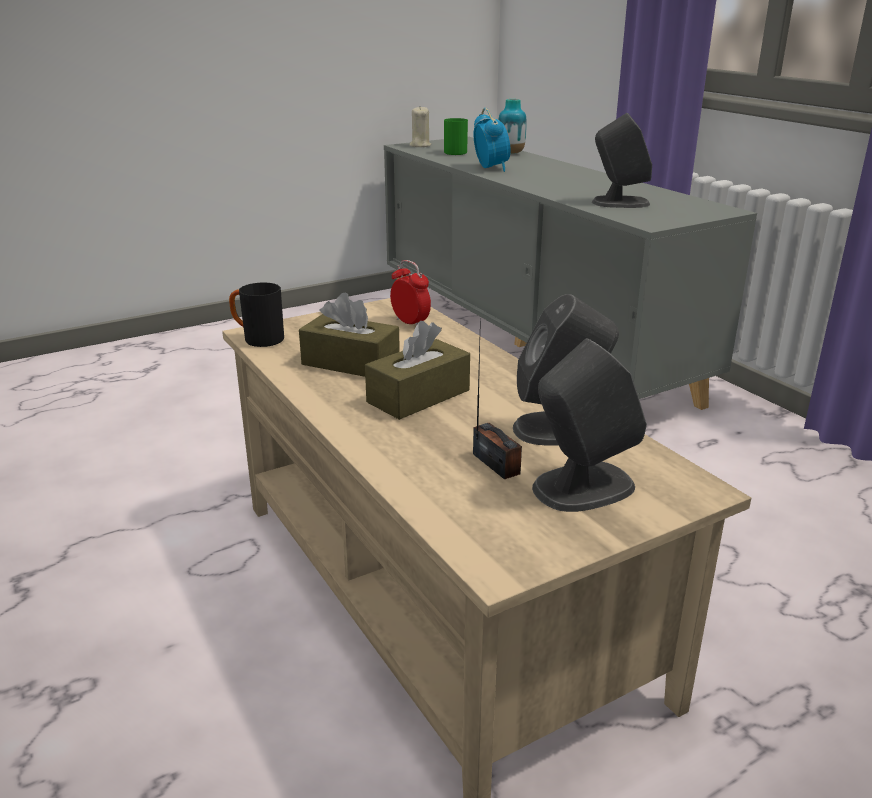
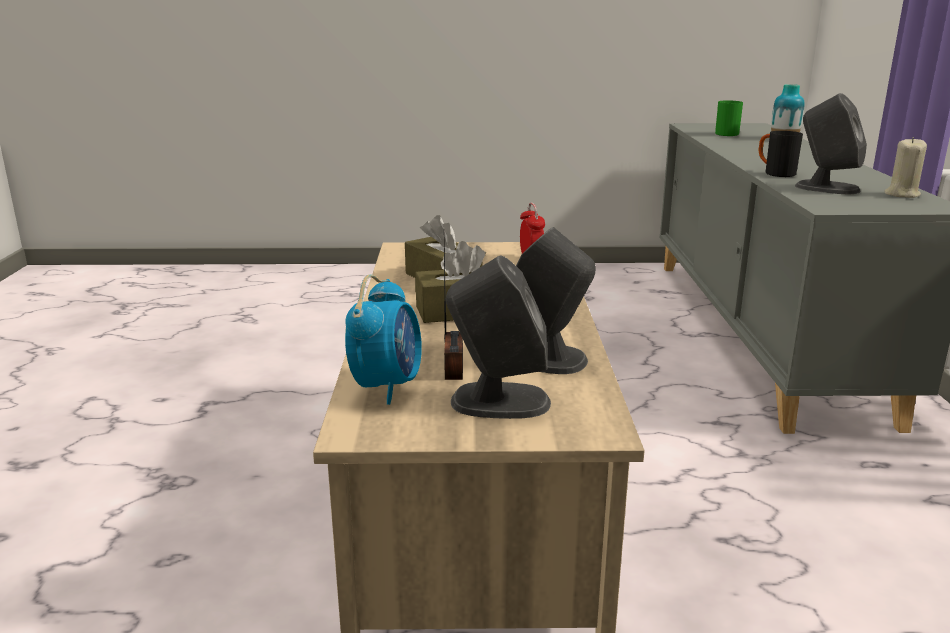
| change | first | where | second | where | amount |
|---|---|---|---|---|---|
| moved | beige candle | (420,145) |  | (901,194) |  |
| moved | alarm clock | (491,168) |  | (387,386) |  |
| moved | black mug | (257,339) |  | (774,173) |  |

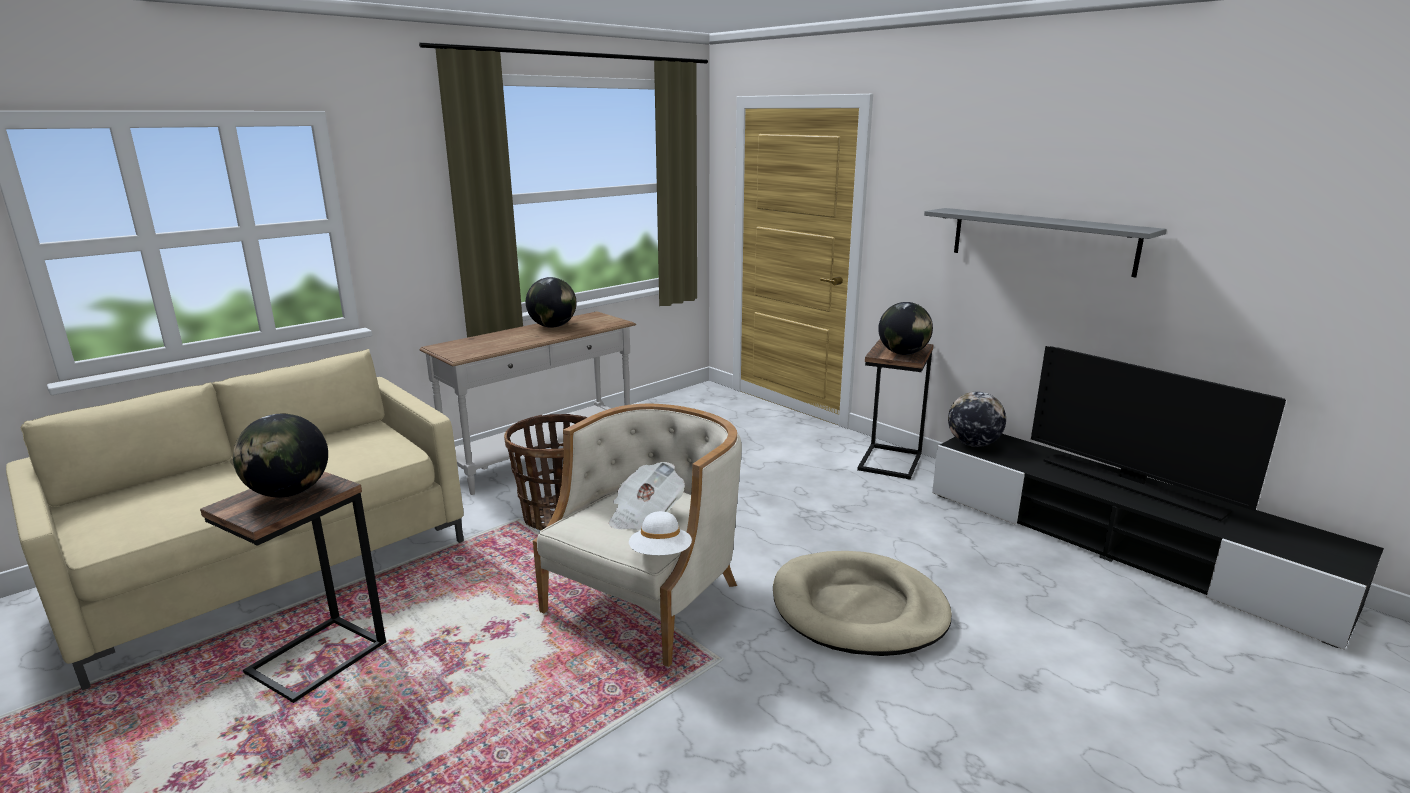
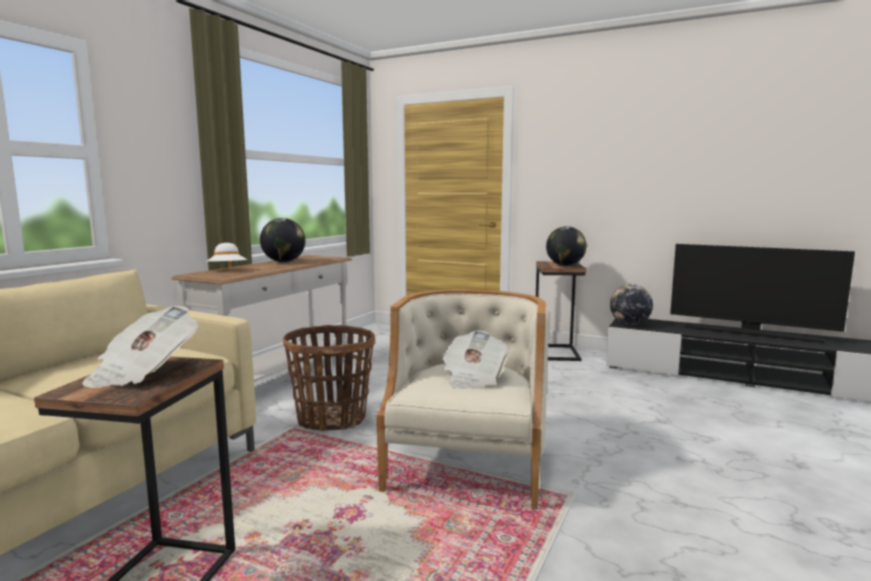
| change | first | where | second | where | amount |
|---|---|---|---|---|---|
| removed | grey shelf | (1041,240) |  |  |  |
| replaced | globe | (289,492) | newspaper | (143,373) |  |
| moved | white hat | (660,555) |  | (227,270) |  |
| removed | beige dog bed | (858,609) |  |  |  |

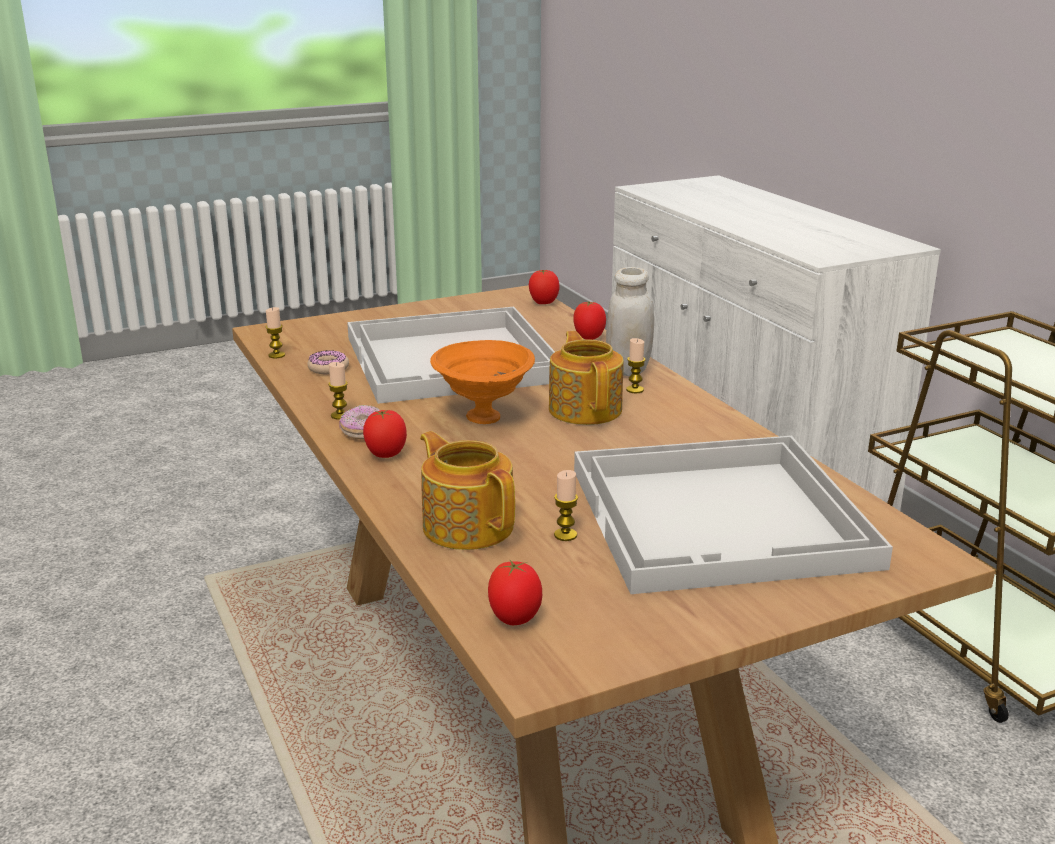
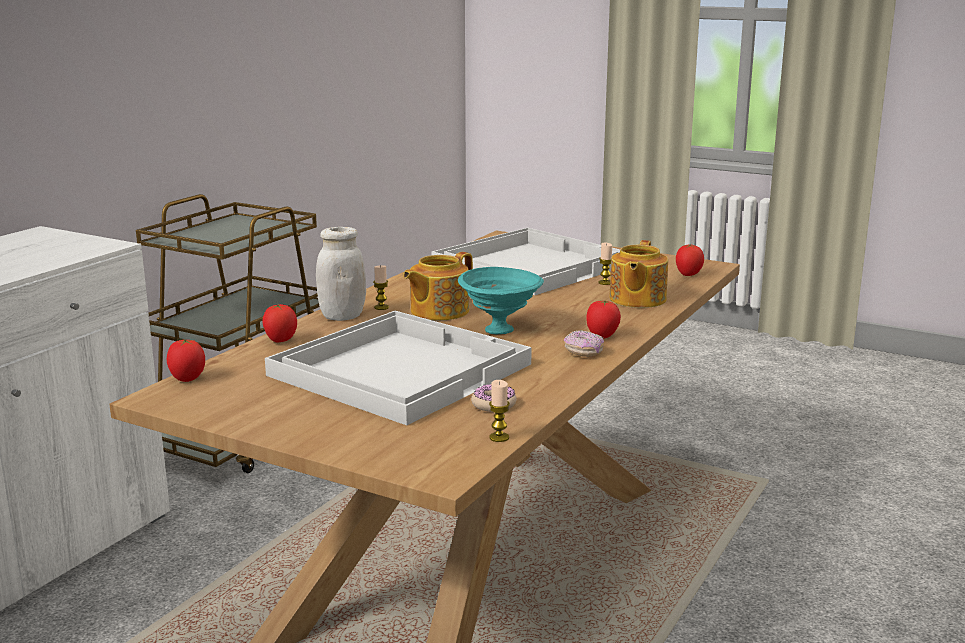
| change | first | where | second | where | amount |
|---|---|---|---|---|---|
| recoloured | orange bowl | (485,418) | turquoise bowl | (500,330) |  |
| removed | candle | (340,415) |  |  |  |

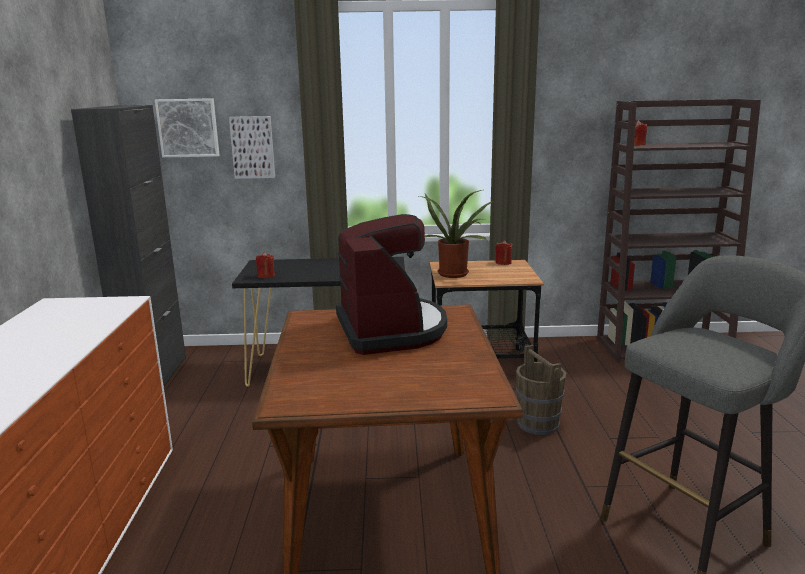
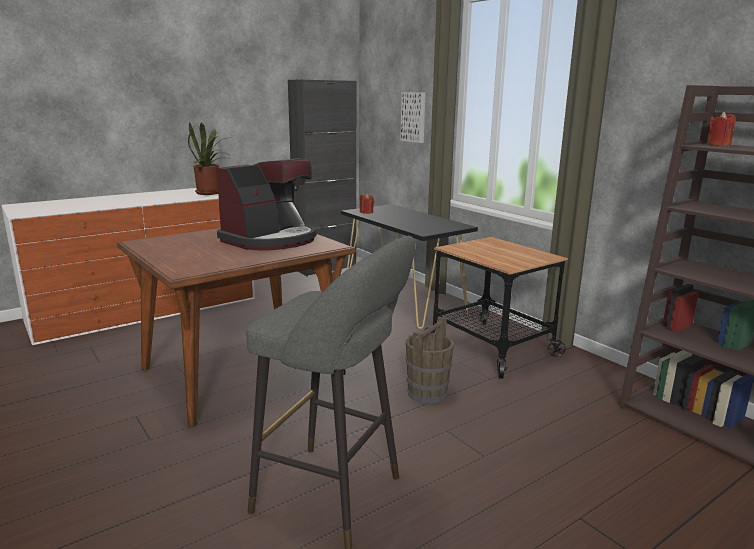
| change | first | where | second | where | amount |
|---|---|---|---|---|---|
| removed | picture | (188,127) |  |  |  |
| moved | potted plant | (455,273) |  | (211,193) |  |
| removed | red candle | (503,263) |  |  |  |

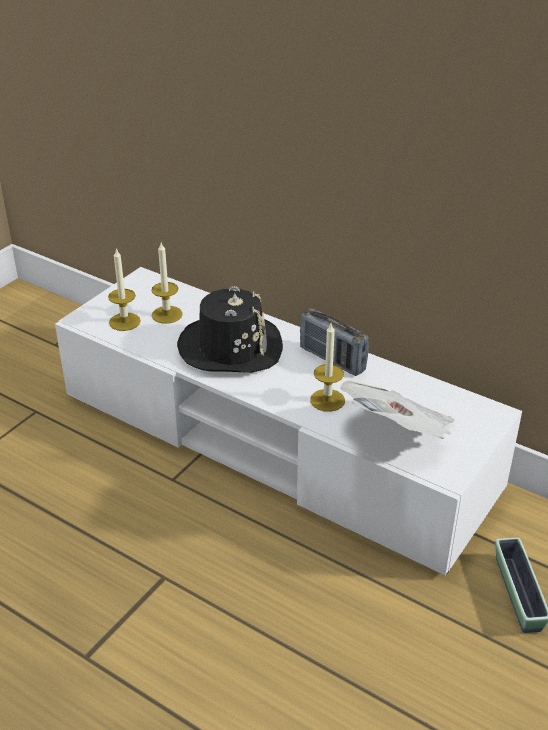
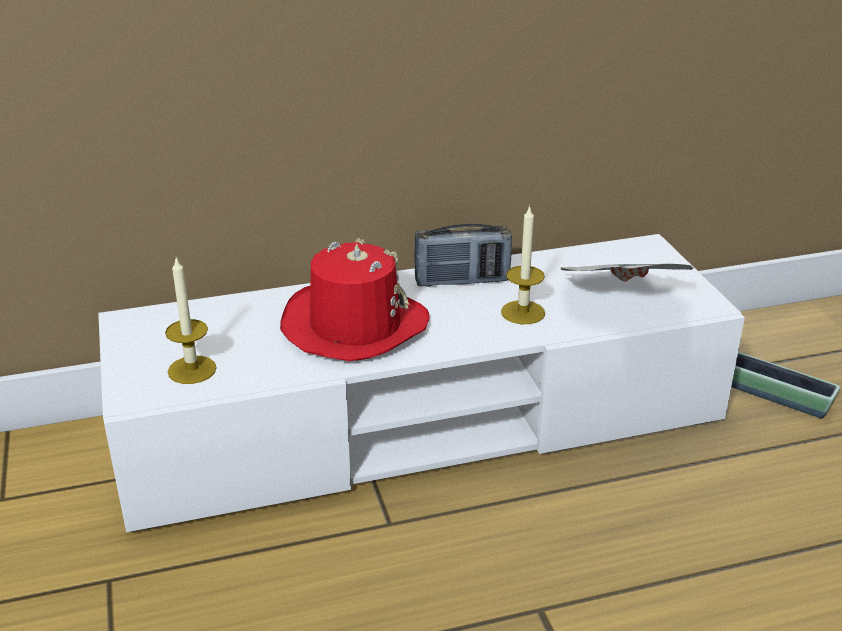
| change | first | where | second | where | amount |
|---|---|---|---|---|---|
| removed | candle | (167,314) |  |  |  |
| recoloured | black hat | (231,347) | red hat | (354,325) |  |

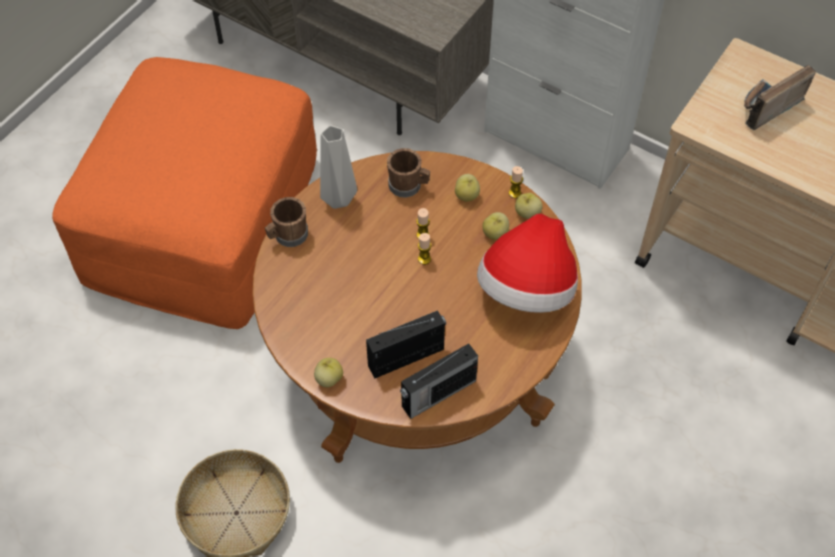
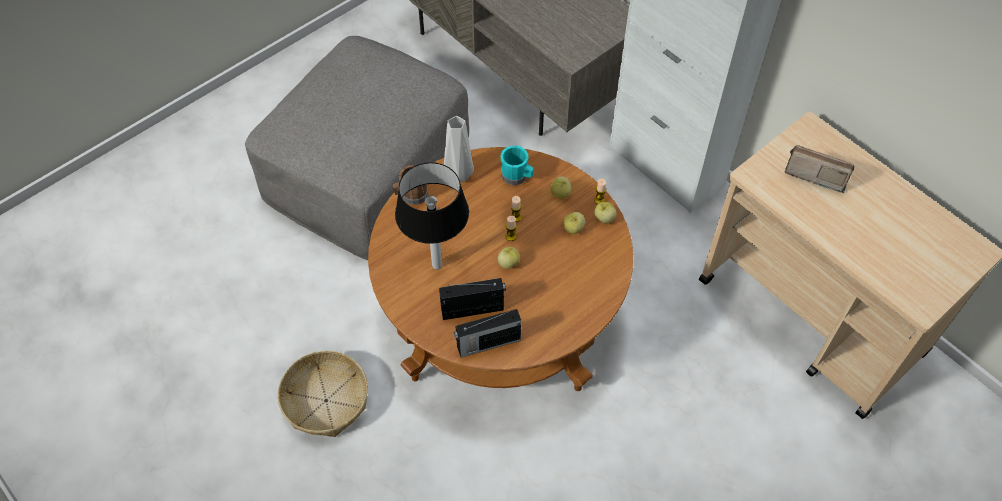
| change | first | where | second | where | amount |
|---|---|---|---|---|---|
| recoloured | orange ottoman | (202,219) | grey ottoman | (366,169) |  |
| turned | radio | (764,107) |  | (814,173) | 45 degrees clockwise |
| recoloured | brown mug | (408,186) | turquoise mug | (517,176) |  |
| removed | hat | (527,289) |  |  |  |
| moved | apple | (329,378) |  | (508,263) |  |
| added |  |  | table lamp | (437,264) |  |

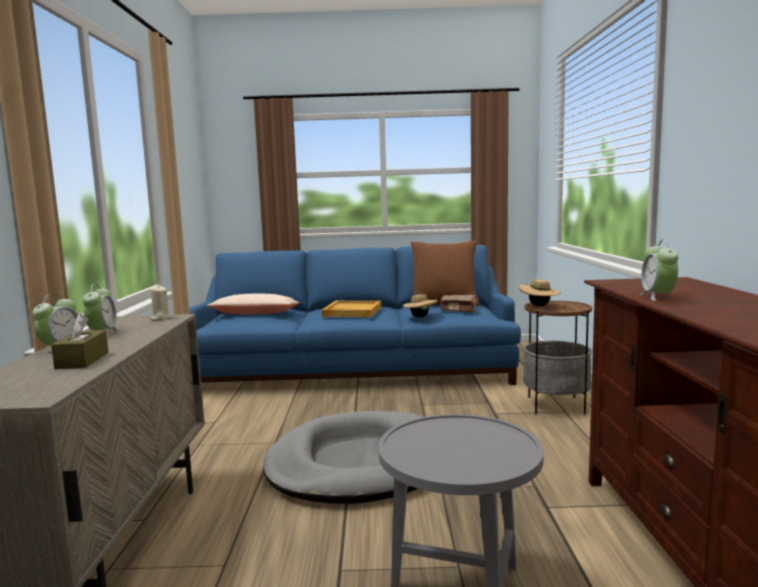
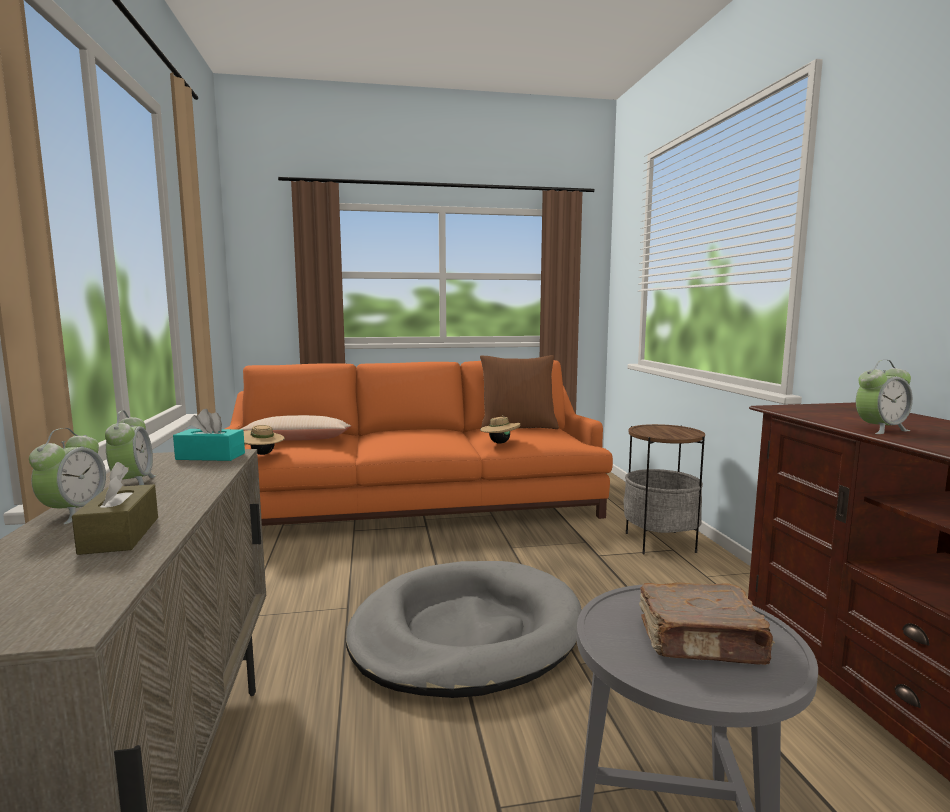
| change | first | where | second | where | amount |
|---|---|---|---|---|---|
| turned | alarm clock | (657,297) |  | (880,430) | 105 degrees counterclockwise |
| recoloured | blue sofa | (354,370) | orange sofa | (414,504) |  |
| moved | beige hat | (539,306) |  | (262,454) |  |
| replaced | beige candle | (160,318) | turquoise tissue box | (210,456) |  |
| moved | brown book | (459,310) |  | (702,642) |  |
| removed | beige tray | (352,312) |  |  |  |

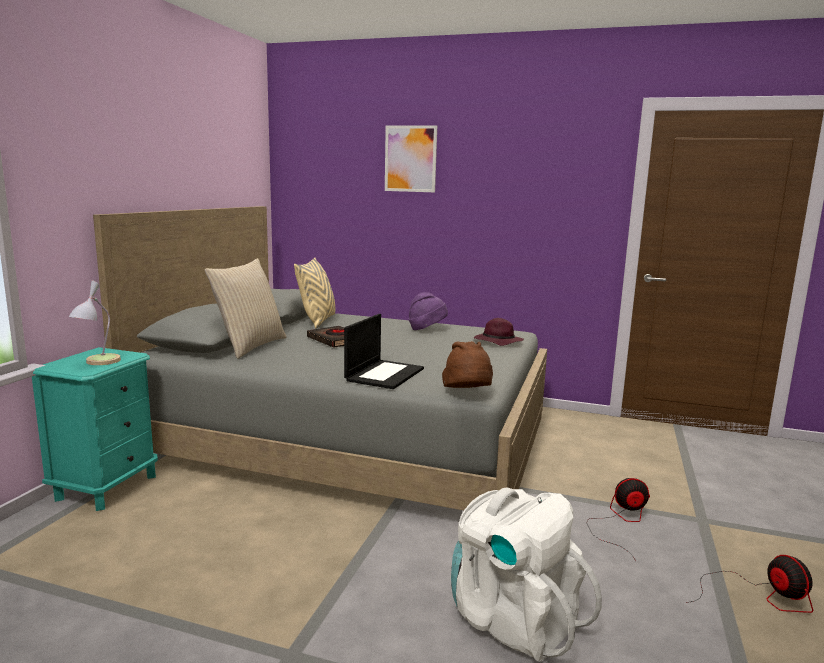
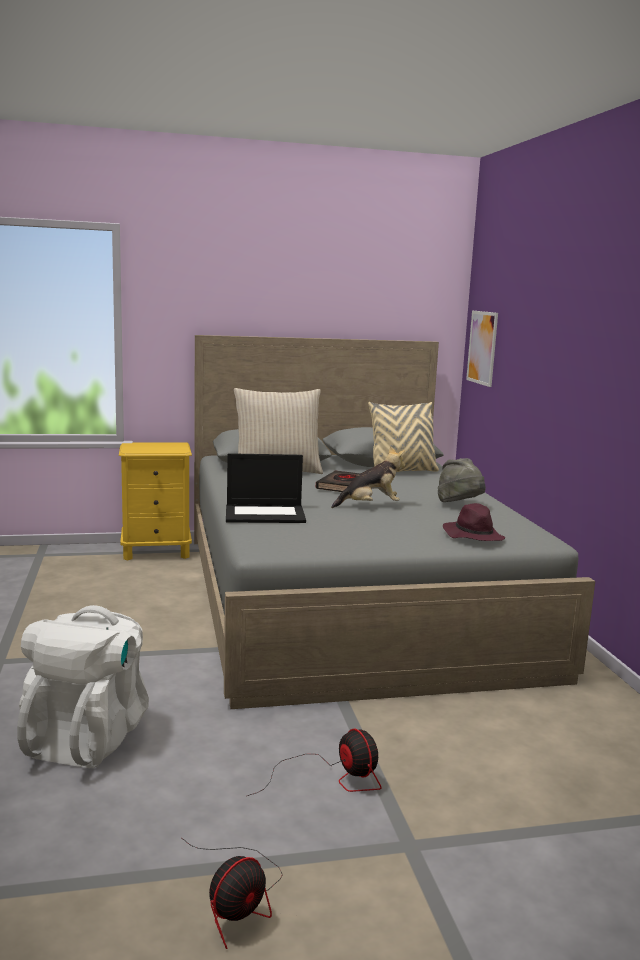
| change | first | where | second | where | amount |
|---|---|---|---|---|---|
| moved | picture | (410,159) |  | (482,347) |  |
| removed | table lamp | (97,362) |  |  |  |
| recoloured | purple hat | (427,329) | grey hat | (460,506) |  |
| removed | brown hat | (467,394) |  |  |  |
| recoloured | turquoise nightstand | (107,487) | yellow nightstand | (156,551) |  |
| added |  |  | plush toy | (370,506) |  |

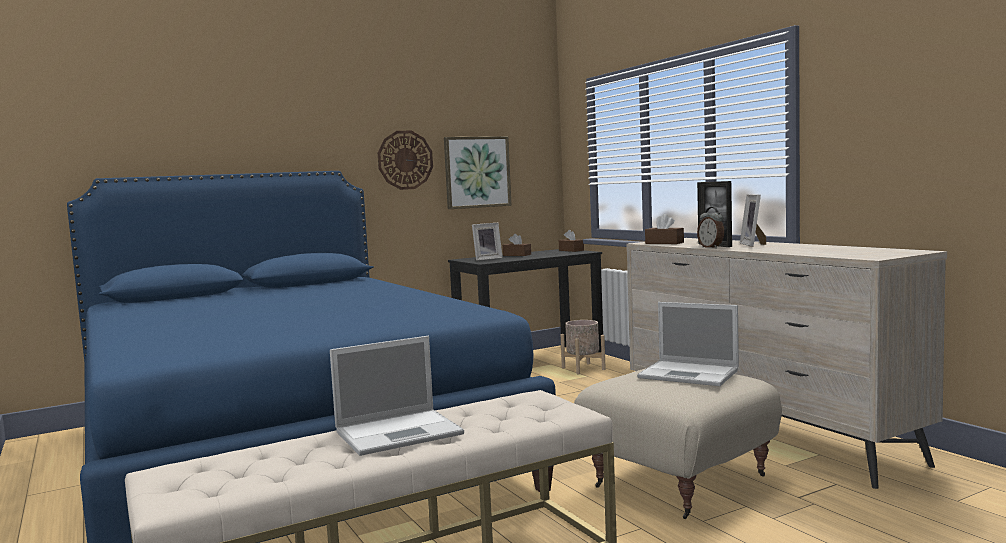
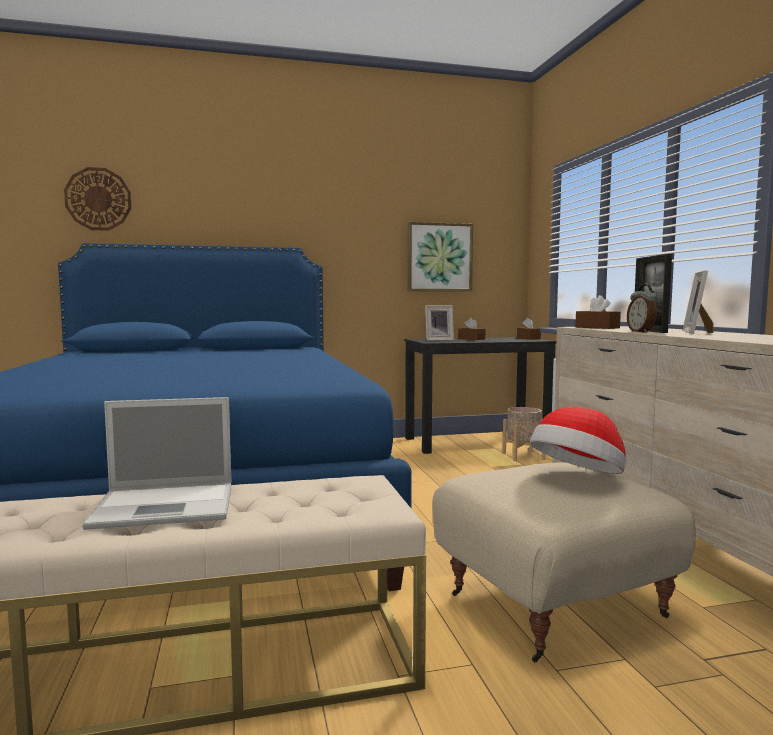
| change | first | where | second | where | amount |
|---|---|---|---|---|---|
| moved | wall clock | (405,160) |  | (98,199) |  |
| replaced | laptop | (690,374) | hat | (578,478) |  |

